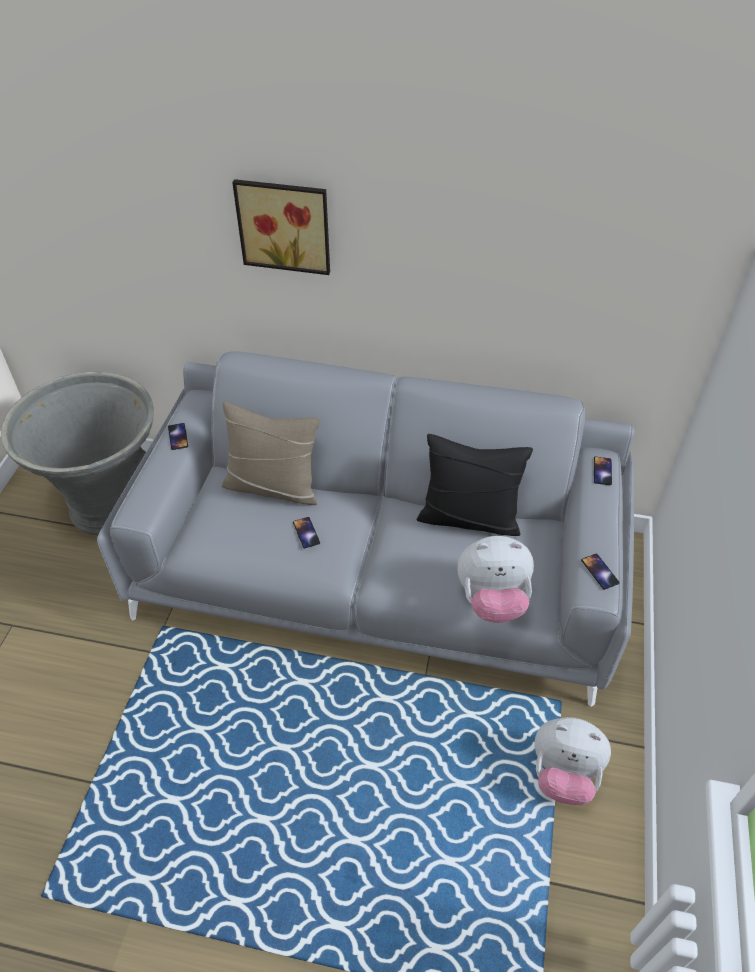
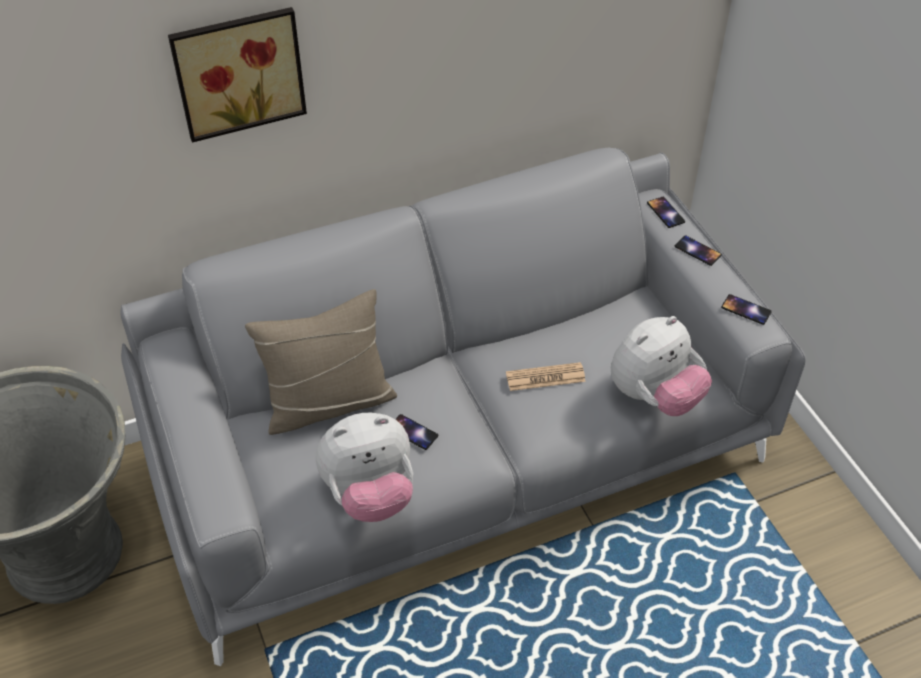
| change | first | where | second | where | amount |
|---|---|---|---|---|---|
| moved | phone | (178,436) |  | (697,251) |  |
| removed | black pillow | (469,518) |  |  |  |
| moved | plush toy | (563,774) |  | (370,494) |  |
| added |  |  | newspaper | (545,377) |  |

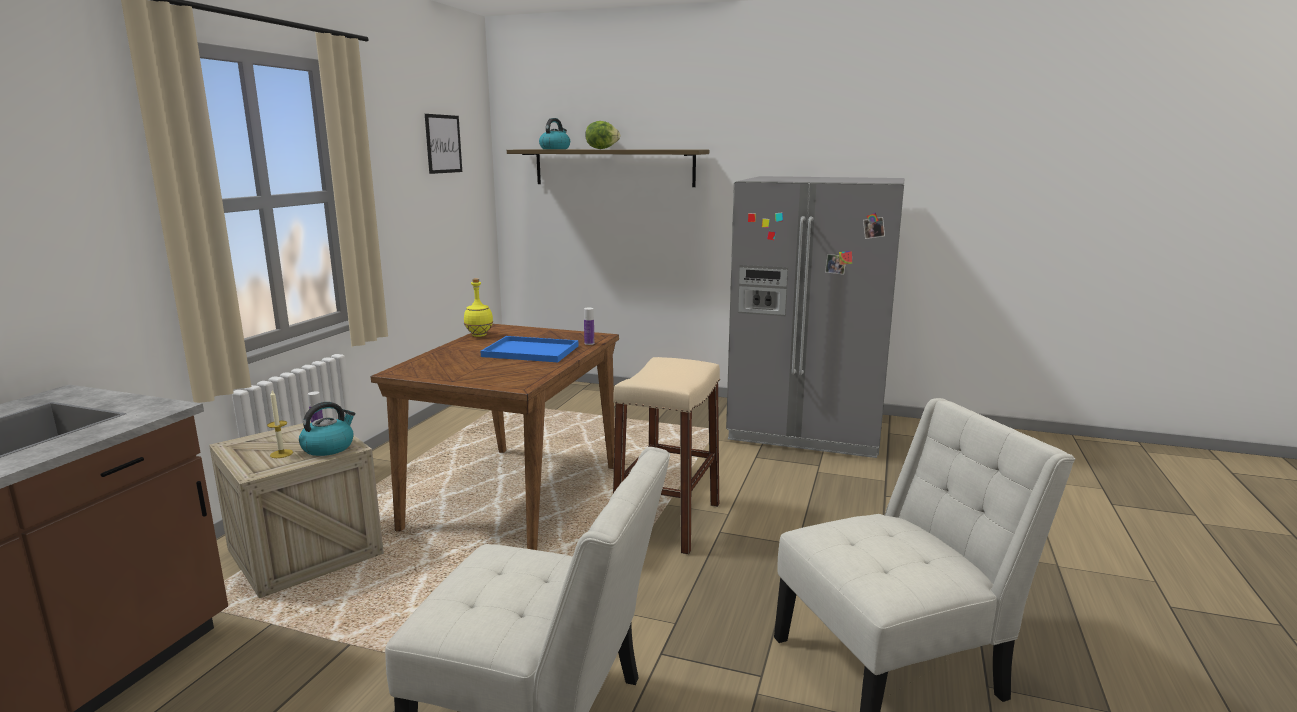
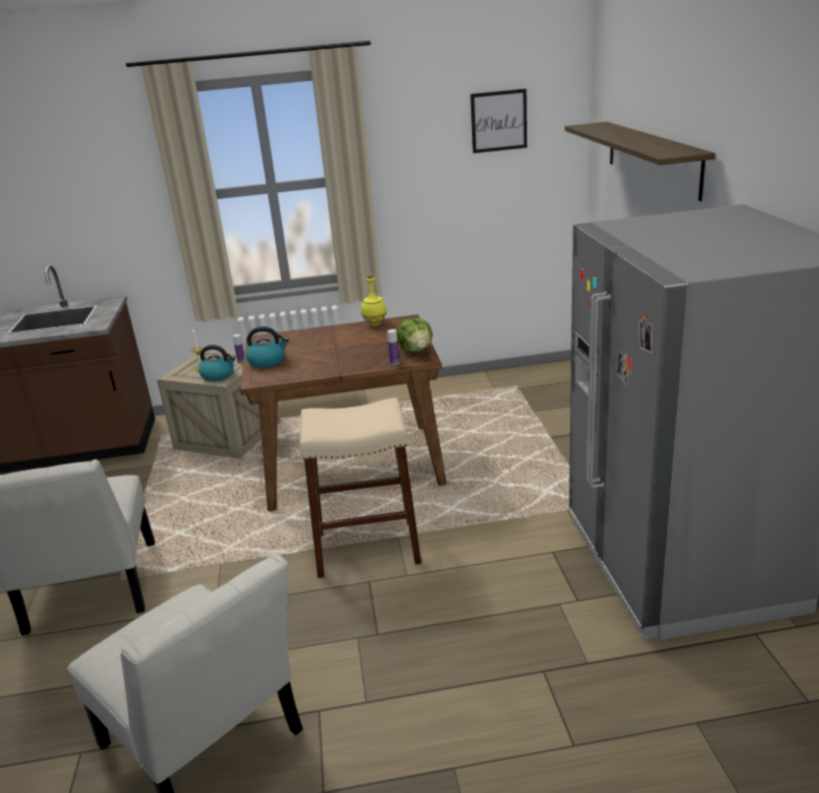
| change | first | where | second | where | amount |
|---|---|---|---|---|---|
| moved | kettle | (555,149) |  | (268,361) |  |
| moved | lettuce | (602,149) |  | (416,351) |  |
| removed | blue tray | (532,351) |  |  |  |

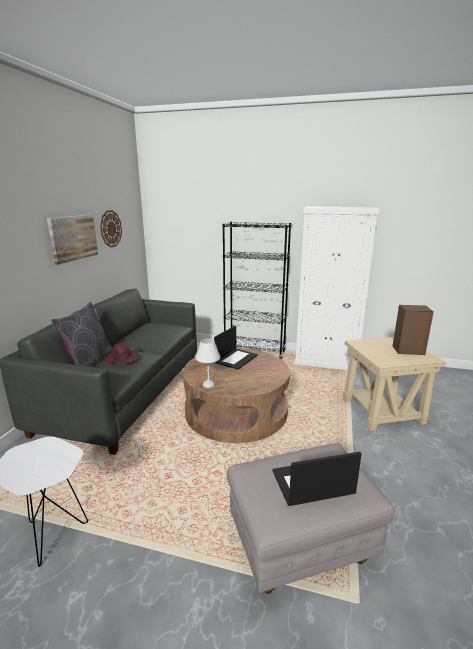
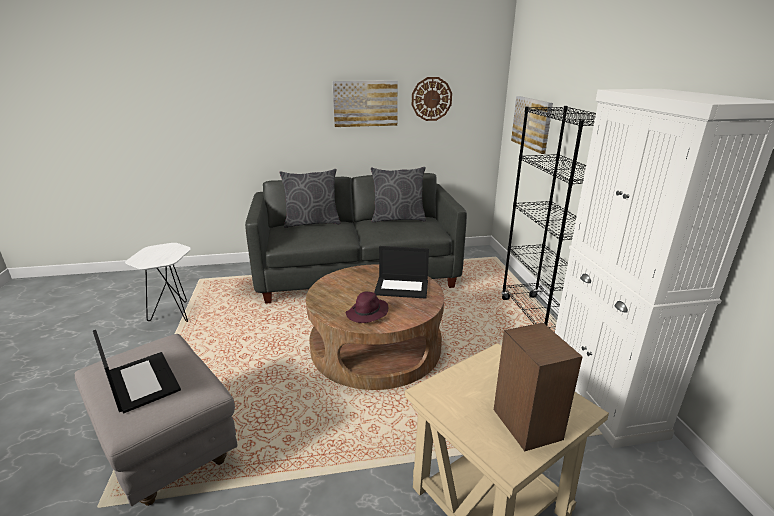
| change | first | where | second | where | amount |
|---|---|---|---|---|---|
| removed | white table lamp | (208,384) |  |  |  |
| moved | purple hat | (123,359) |  | (367,314) |  |
| added |  |  | picture | (532,123) |  |
| added |  |  | grey pillow | (398,218) |  |

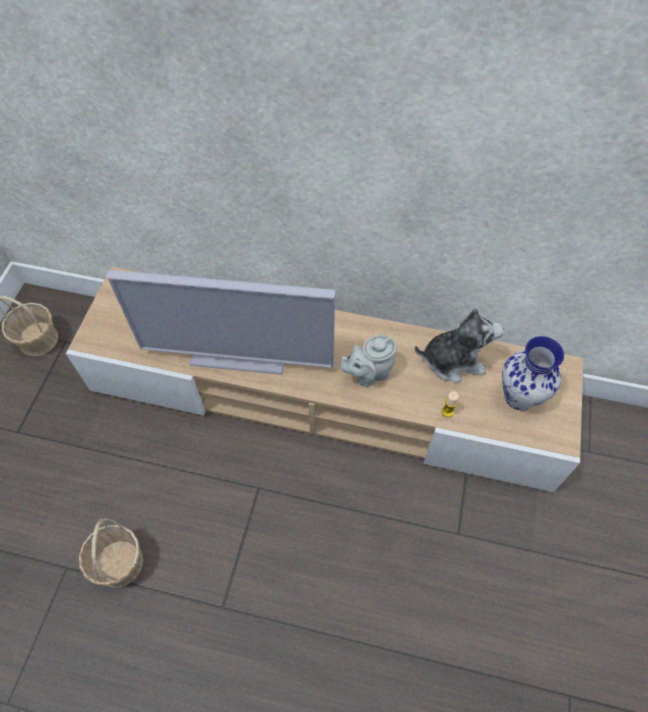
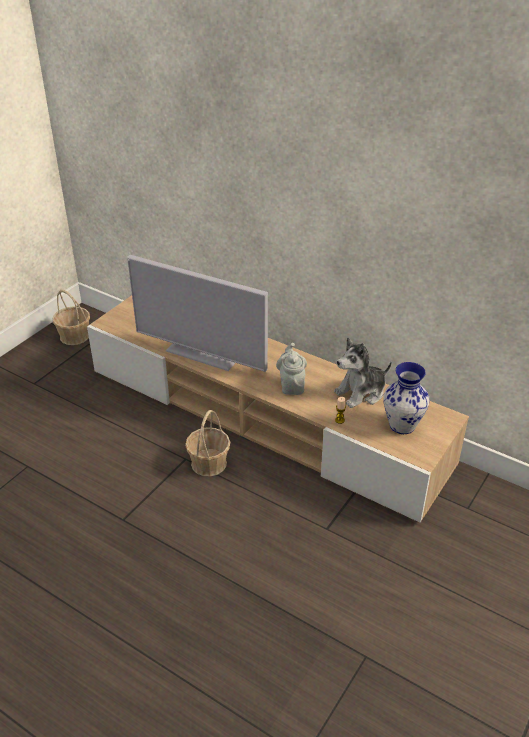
| change | first | where | second | where | amount |
|---|---|---|---|---|---|
| turned | plush toy | (453,360) |  | (361,393) | 135 degrees clockwise |
| turned | grey teapot | (368,373) |  | (291,385) | 90 degrees clockwise |
| moved | basket | (119,563) |  | (208,463) |  |

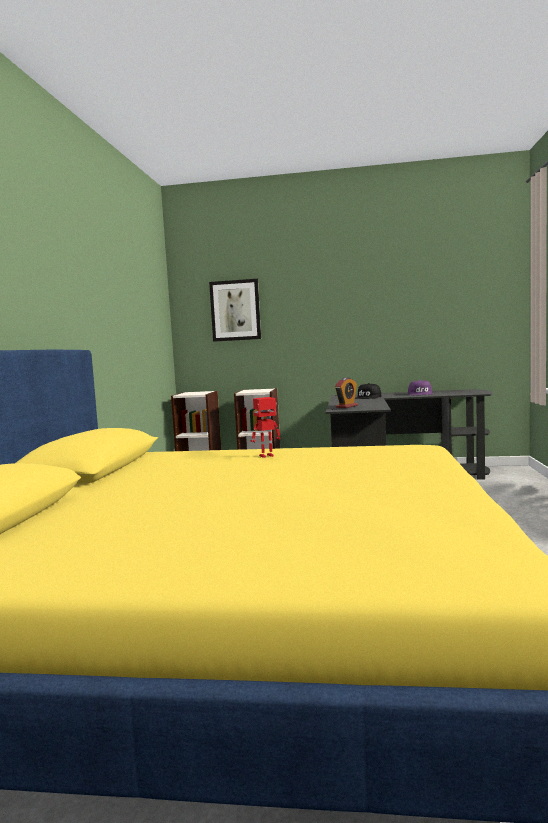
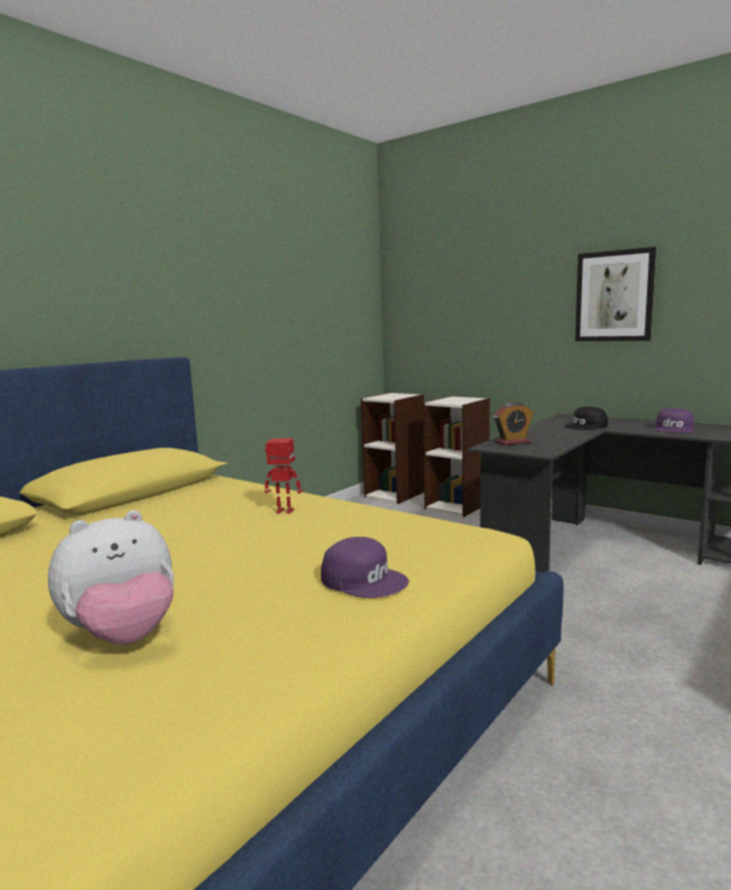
| change | first | where | second | where | amount |
|---|---|---|---|---|---|
| moved | picture | (235,310) |  | (614,296) |  |
| added |  |  | plush toy | (123,637) |  |
| added |  |  | purple cap | (364,579) |  |

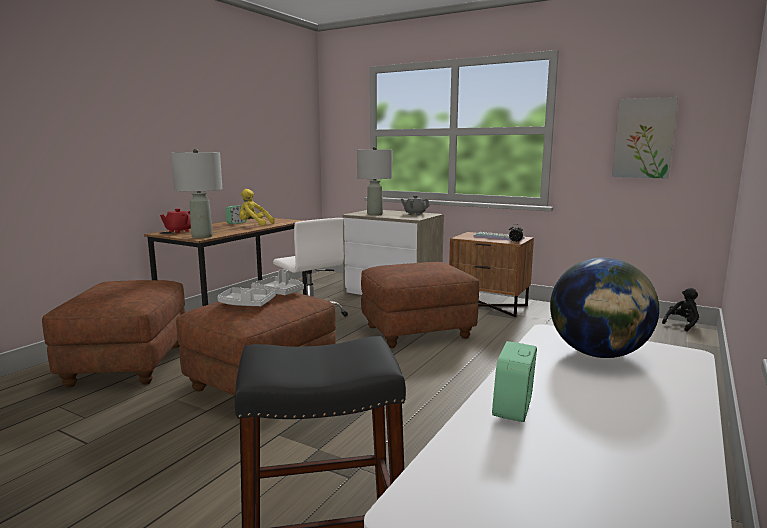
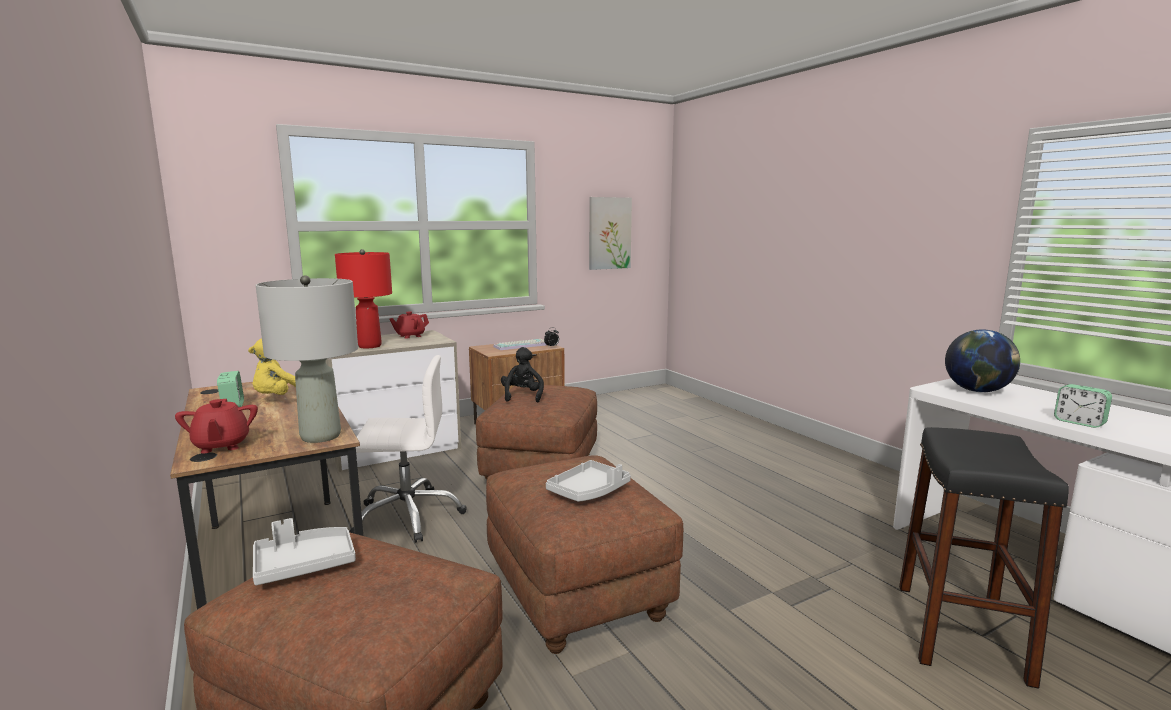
| change | first | where | second | where | amount |
|---|---|---|---|---|---|
| recoloured | grey table lamp | (375,214) | red table lamp | (370,346) |  |
| recoloured | grey teapot | (414,214) | red teapot | (410,336) |  |
| moved | grey tray | (279,292) |  | (304,565) |  |
| moved | black plush toy | (682,325) |  | (522,396) |  |

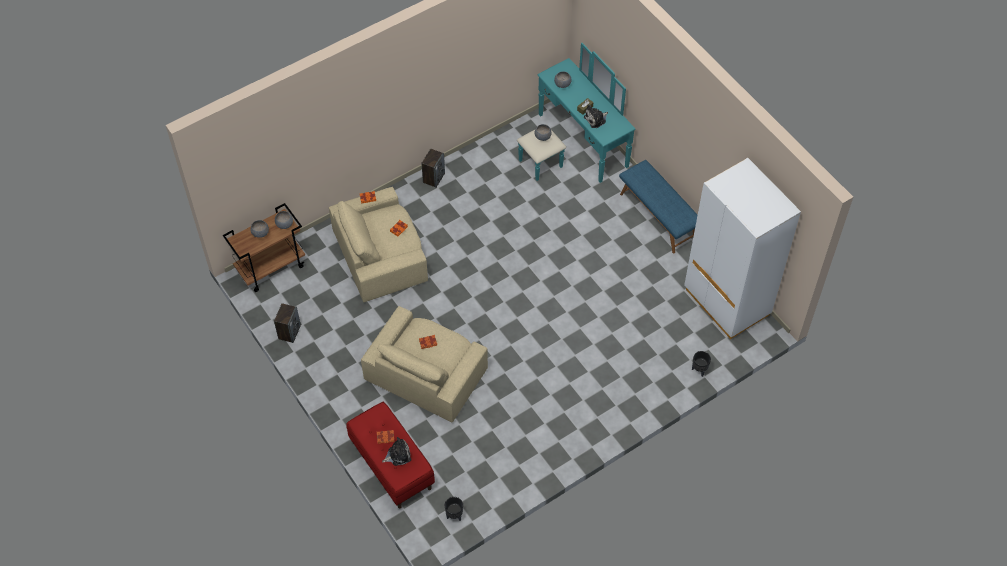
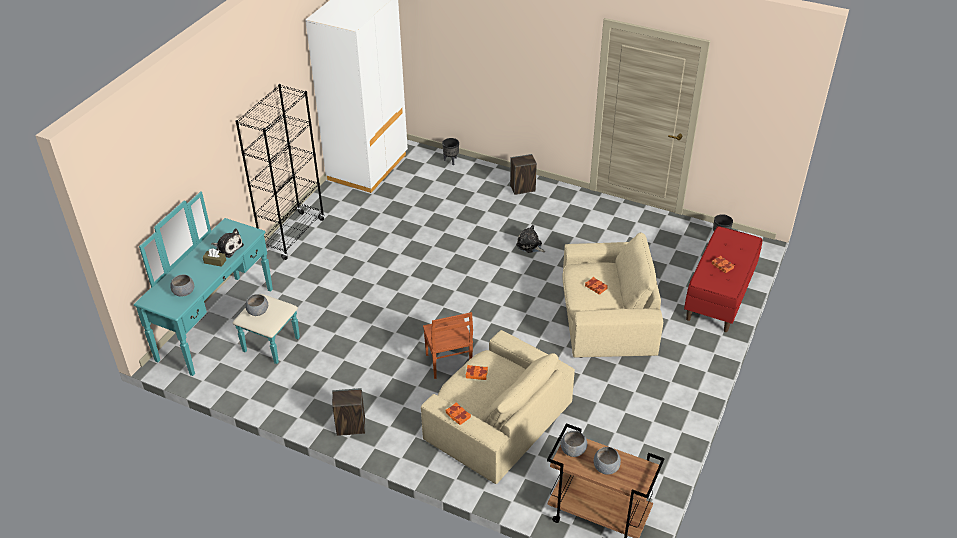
| change | first | where | second | where | amount |
|---|---|---|---|---|---|
| replaced | blue bench | (658,216) | black bookcase | (293,236) |  |
| moved | speaker | (289,332) |  | (522,189) |  |
| moved | plush toy | (398,455) |  | (530,245) |  |
| added |  |  | brown chair | (448,363) |  |

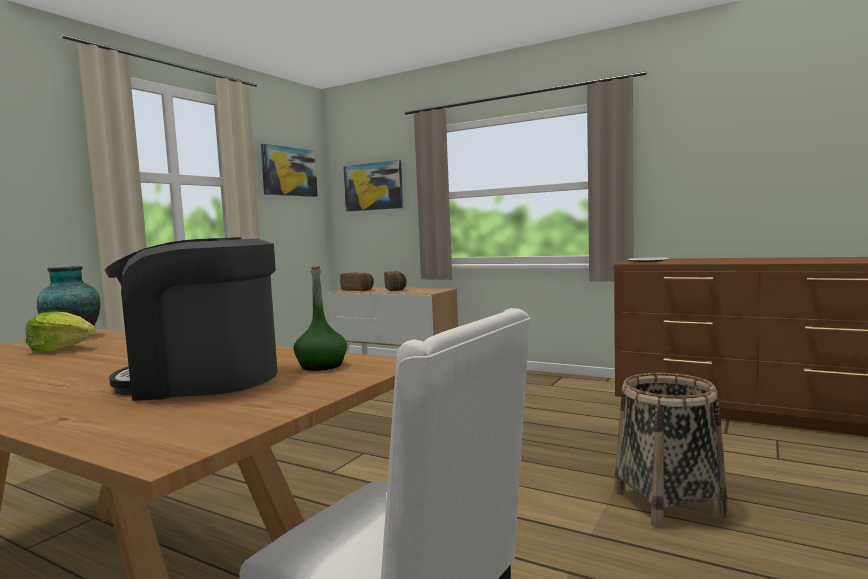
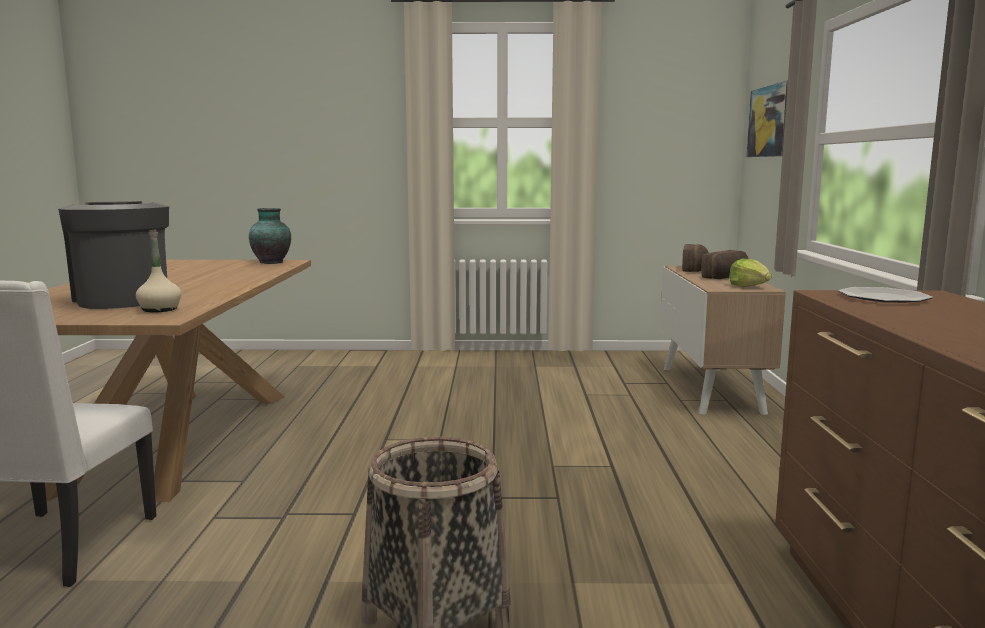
| change | first | where | second | where | amount |
|---|---|---|---|---|---|
| removed | picture | (289,171) |  |  |  |
| recoloured | green bottle | (321,366) | beige bottle | (159,309) |  |
| moved | lettuce | (61,349) |  | (749,286) |  |

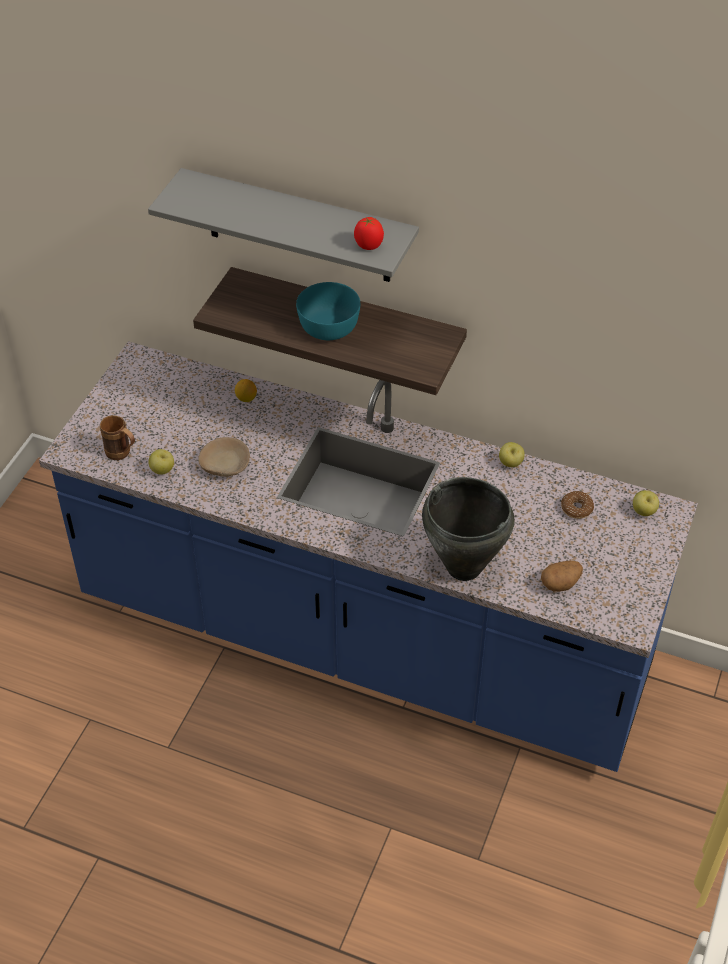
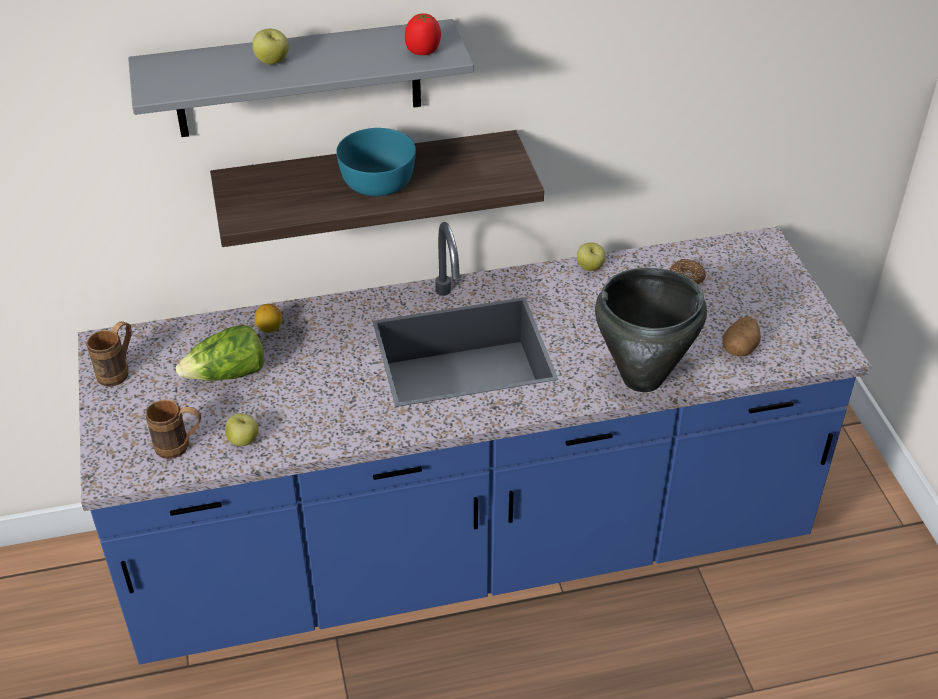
| change | first | where | second | where | amount |
|---|---|---|---|---|---|
| removed | beige bowl | (225,465) |  |  |  |
| moved | apple | (643,512) |  | (272,62) |  |
| added |  |  | brown mug | (119,371) |  |
| added |  |  | lettuce | (227,374) |  |

